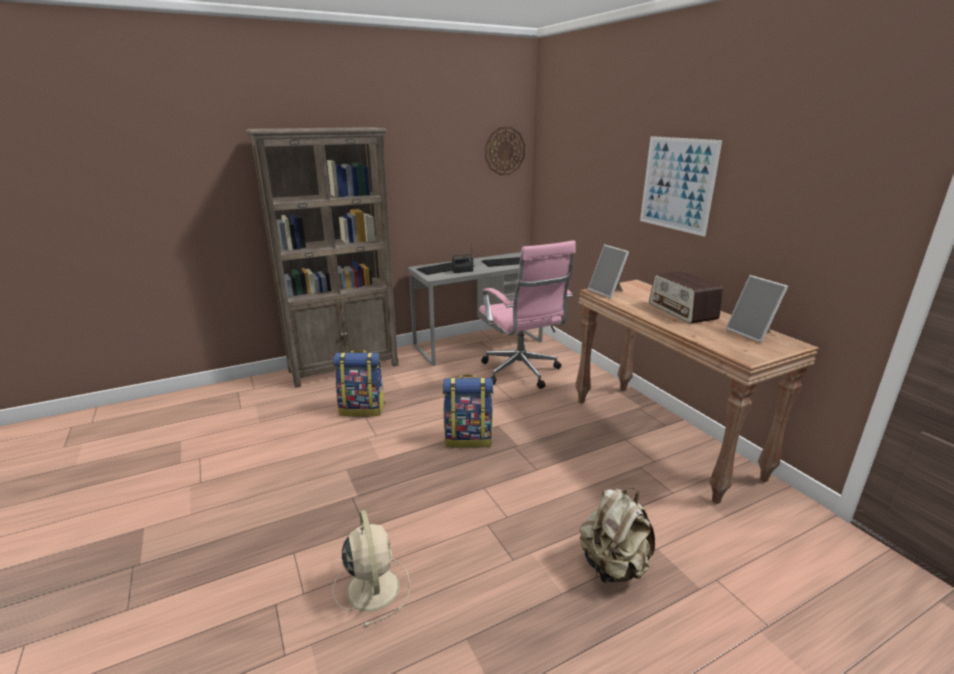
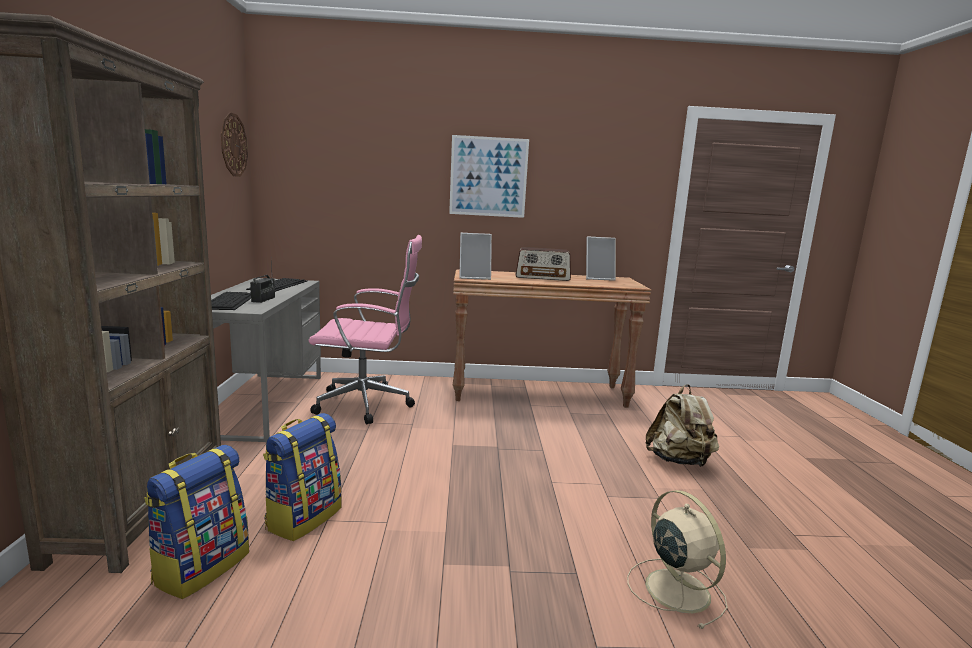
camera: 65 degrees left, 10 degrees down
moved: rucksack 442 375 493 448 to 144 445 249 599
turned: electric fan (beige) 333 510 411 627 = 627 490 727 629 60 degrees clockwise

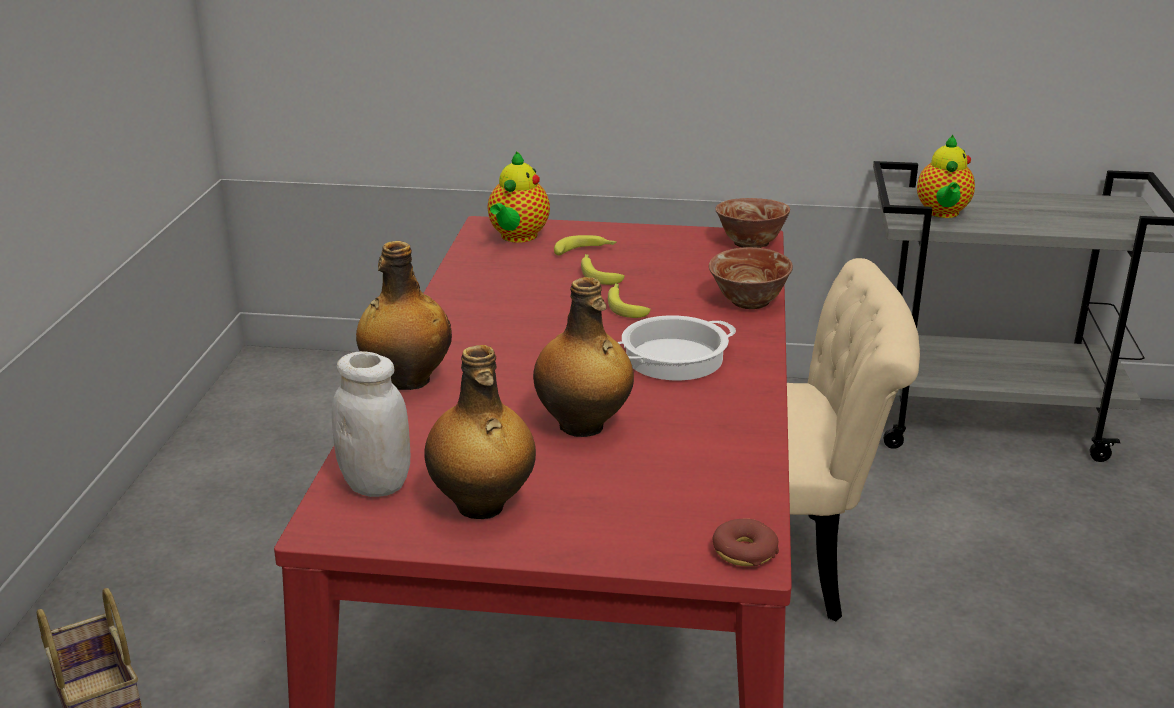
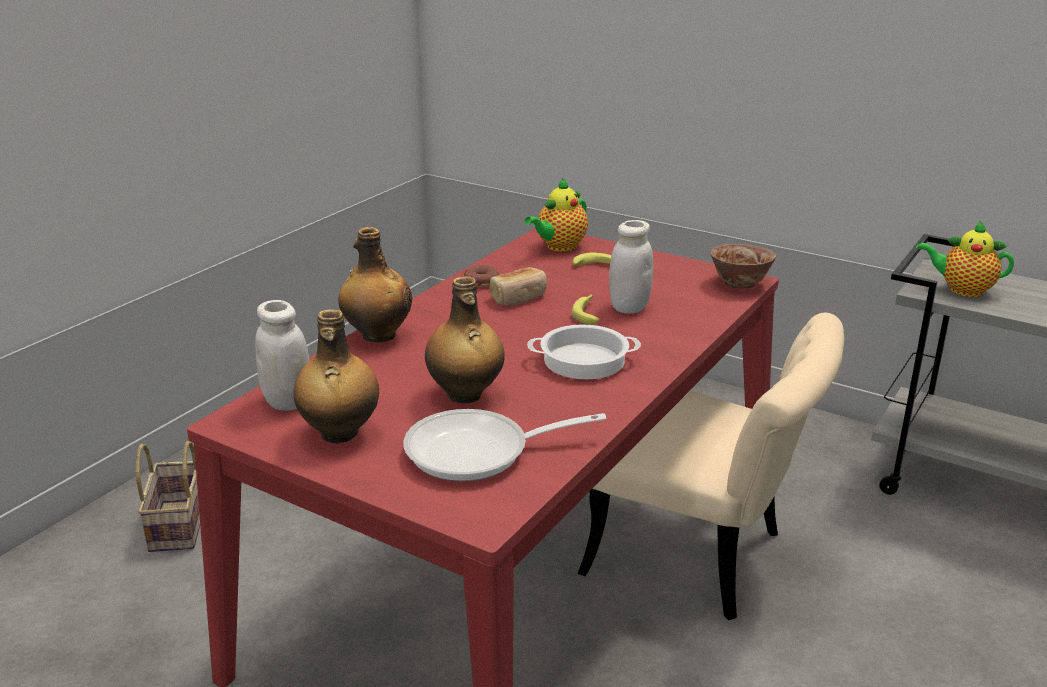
camera: 25 degrees right, 0 degrees up
removed: whole banana 581 254 625 285; bowl 709 247 793 309
added: frying pan 403 409 607 481; bread 489 267 547 306; jar (white) 609 220 653 314
moved: donut 712 519 779 566 to 464 265 499 287
turned: tea pot 917 135 975 218 = 916 220 1014 297 75 degrees clockwise

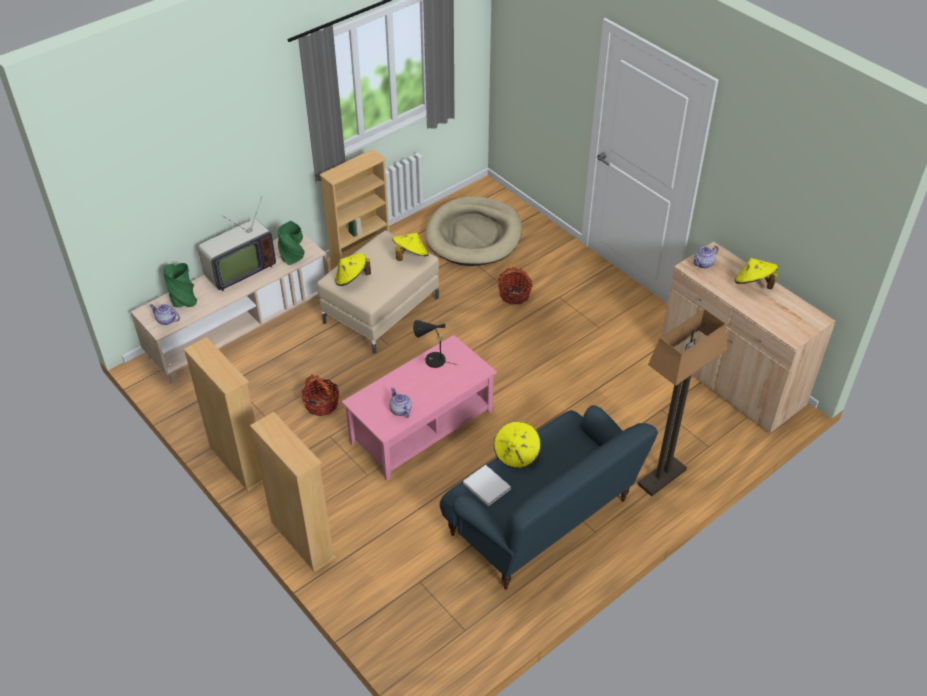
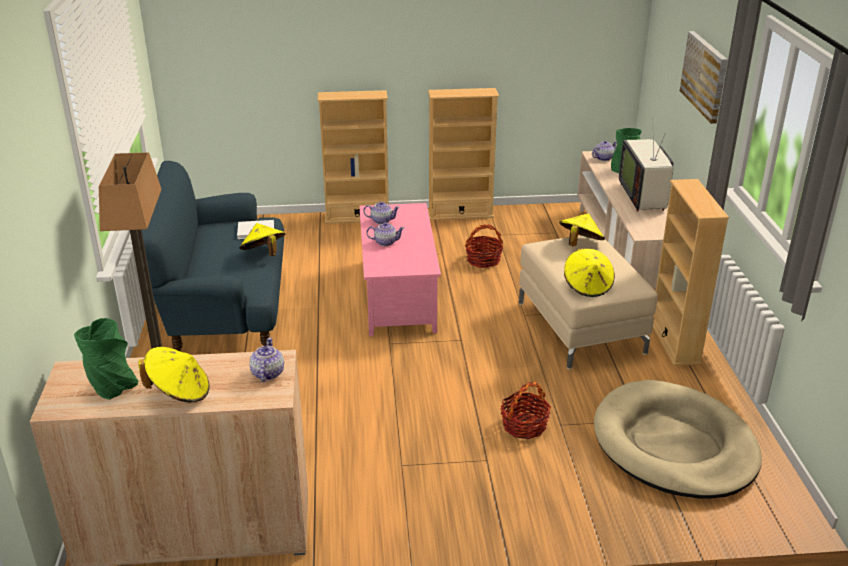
camera: 125 degrees right, 15 degrees down
removed: table lamp (black) 413 320 457 368
added: tea pot 366 222 404 246; wall art 680 31 728 124
moved: decorative vase (greenish) 277 221 305 266 to 74 318 139 400

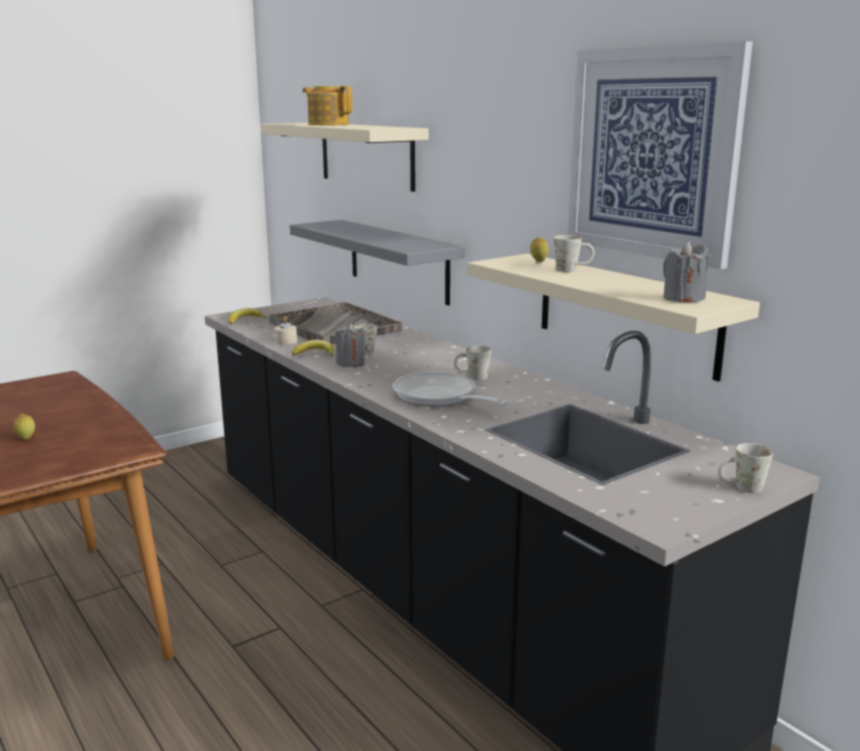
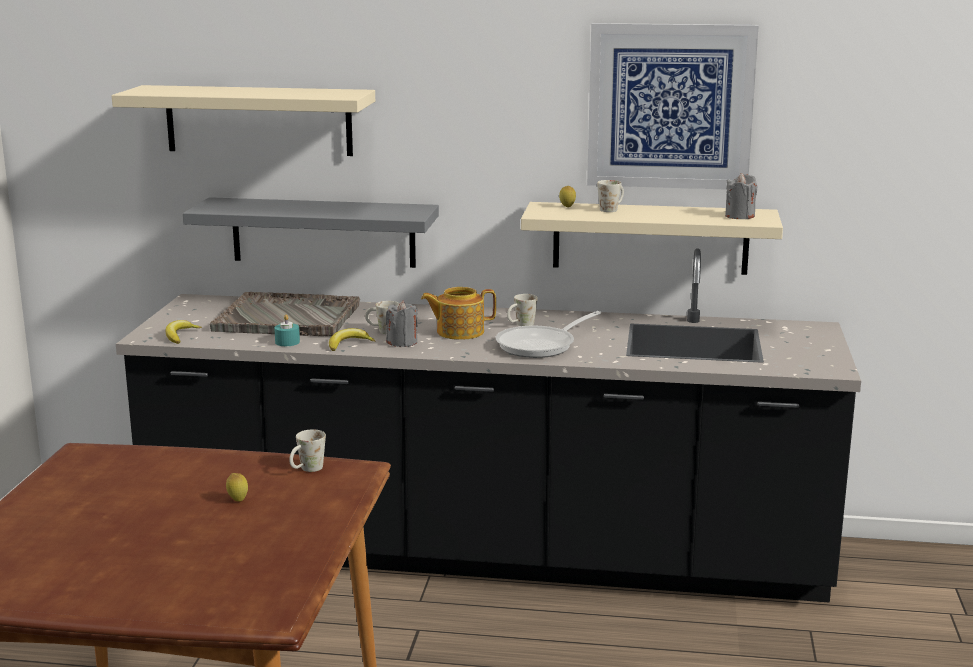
camera: 45 degrees left, 0 degrees up
moved: coffee mug (white) 718 443 773 493 to 289 429 326 472; tea pot 303 86 352 126 to 421 287 496 340
recoloured: candle (beige) 275 316 297 345 to candle (turquoise) 274 314 300 346
turned: frying pan 393 372 509 407 = 495 311 601 358 45 degrees counterclockwise

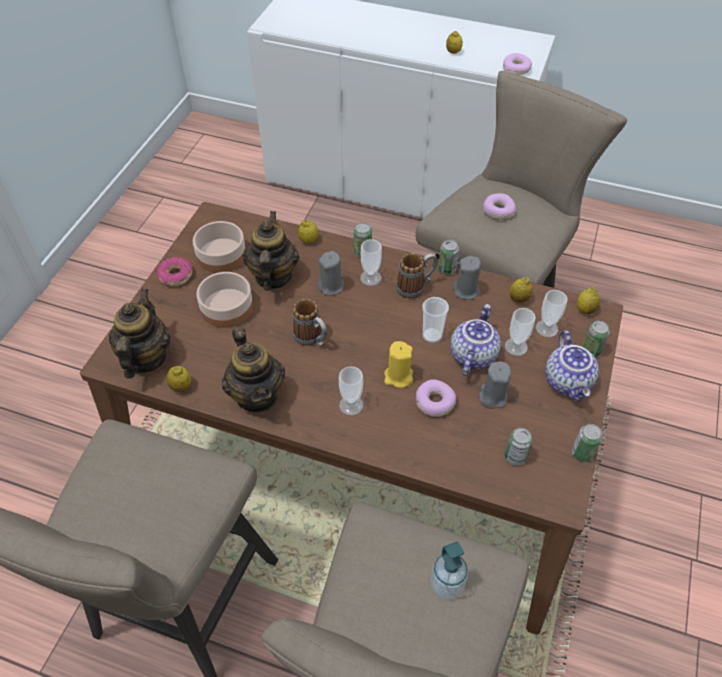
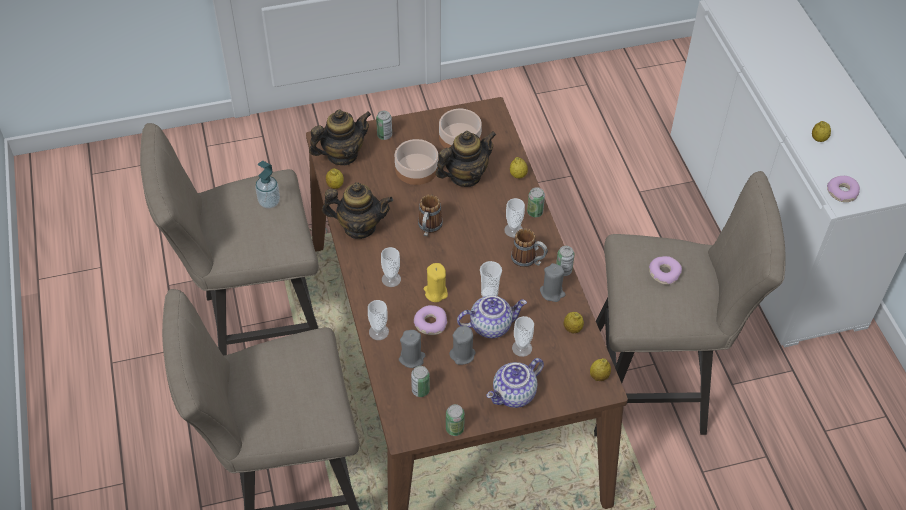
camera: 55 degrees right, 0 degrees up
removed: donut 157 257 192 286
moved: liquid soap bottle 430 542 468 600 to 255 161 280 208; cup 536 290 567 337 to 368 300 389 340; can 582 321 610 357 to 376 111 392 140; candle (greyish) 317 251 344 296 to 399 330 426 368
turned: tea pot 222 326 285 413 = 322 182 393 239 120 degrees counterclockwise

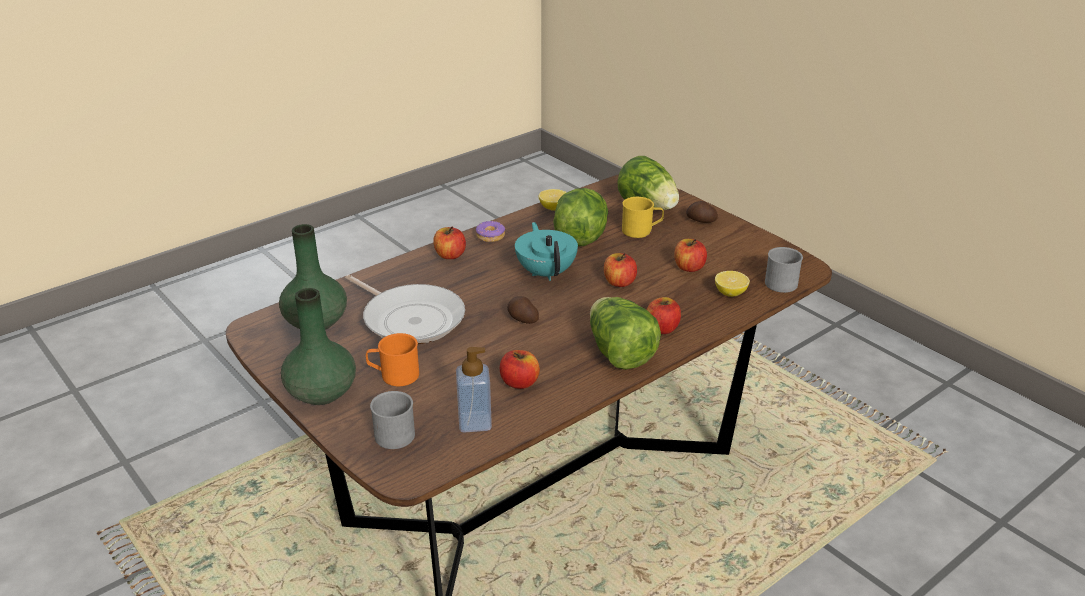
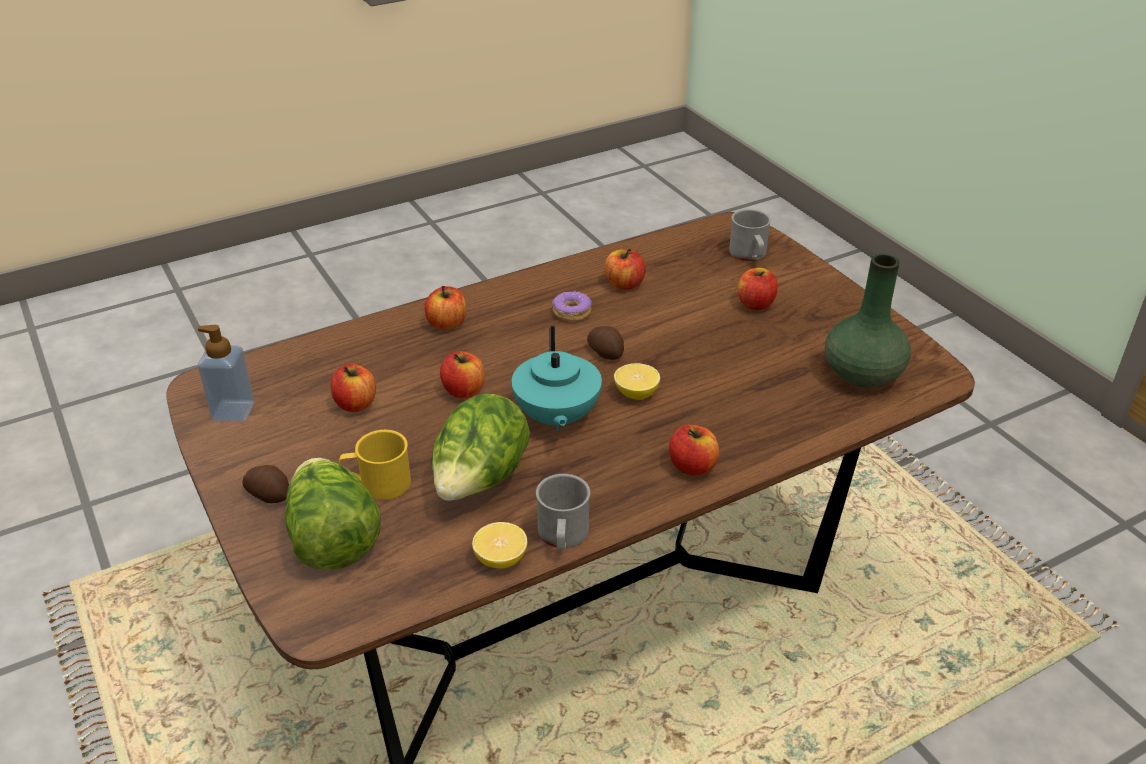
camera: 170 degrees left, 5 degrees up
removed: decorative vase (greenish) 281 288 356 405; frying pan 345 275 465 344; lettuce head 590 297 661 370
moved: liquid soap bottle 456 347 492 433 to 198 325 255 422; coffee mug (greyish) 765 247 803 293 to 536 474 590 550; donut 476 221 506 242 to 552 291 592 321; whole lemon 715 271 750 297 to 614 363 660 400
replaced: coffee mug (orange) 366 333 419 386 to apple fruit 738 268 778 310

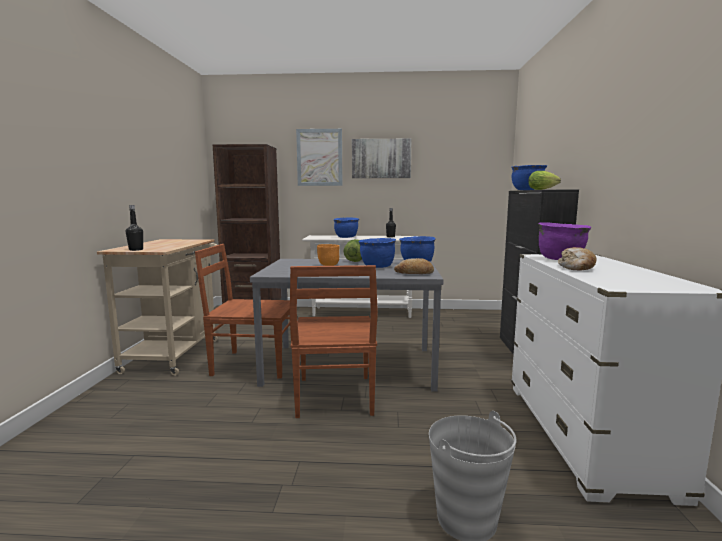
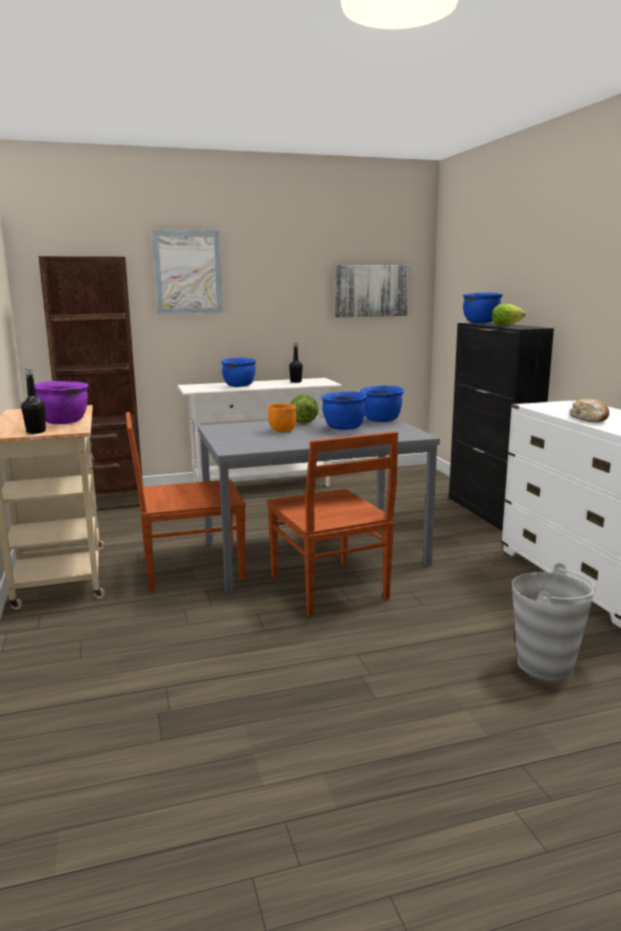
camera: 20 degrees left, 5 degrees up
removed: bread 394 258 434 274
moved: stockpot (purple-coloured) 538 222 591 260 to 34 381 88 424; wall art 352 139 412 178 to 335 265 409 317

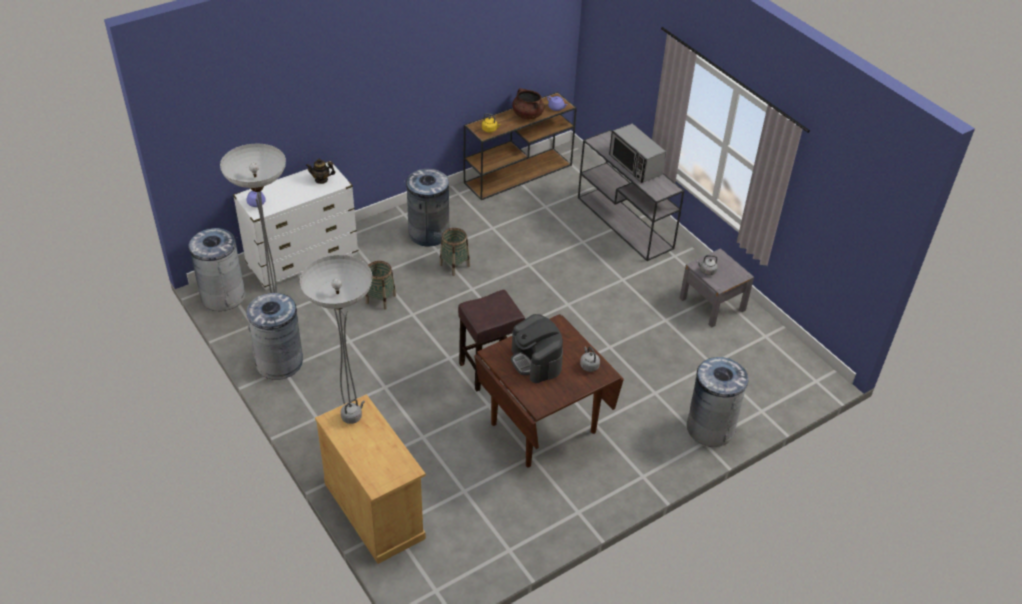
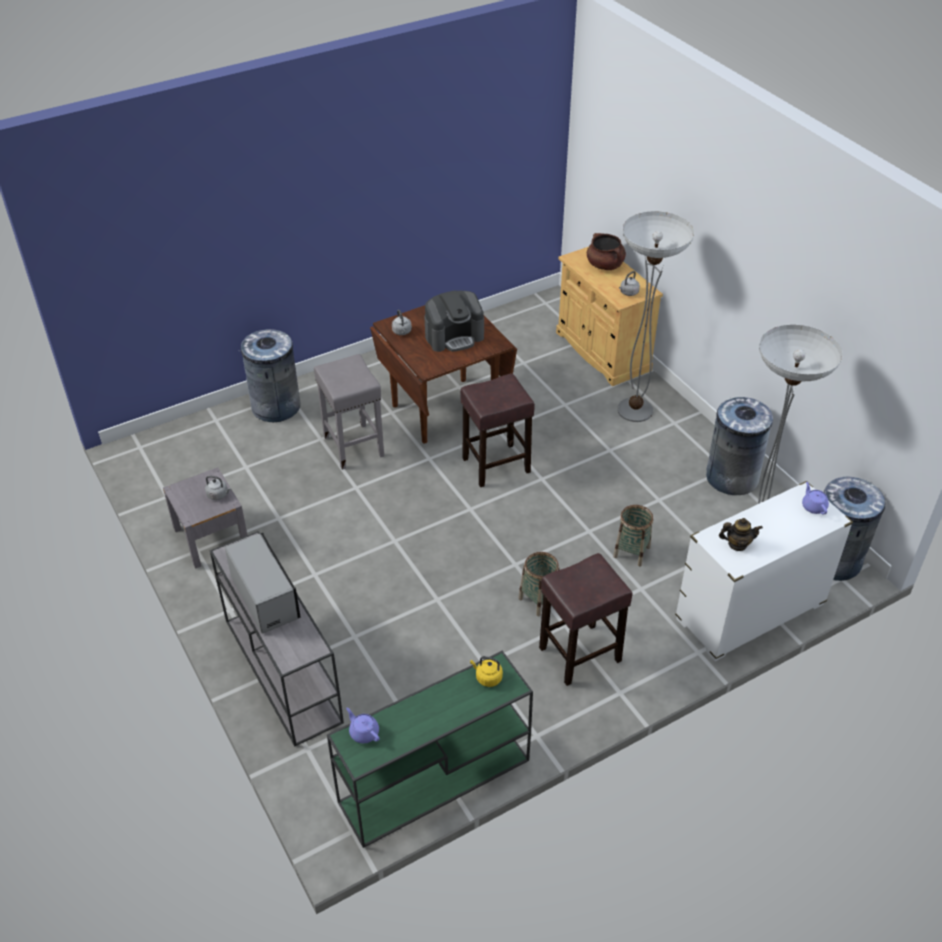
camera: 175 degrees left, 0 degrees up
added: stool seat (greyish) 314 354 384 470
moved: stockpot (brownish) 512 88 544 119 to 587 233 626 270
replaced: trash can (greyish) 404 169 449 247 to stool seat (brownish) 539 553 633 686
recoloured: narrow table (brownish) 464 92 577 200 to narrow table (greenish) 327 651 533 848
turned: coffee maker 511 314 563 383 = 425 290 484 352 90 degrees clockwise

